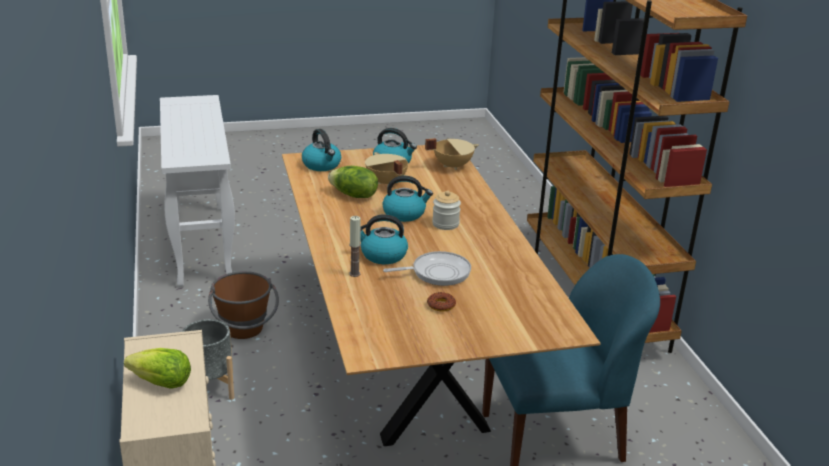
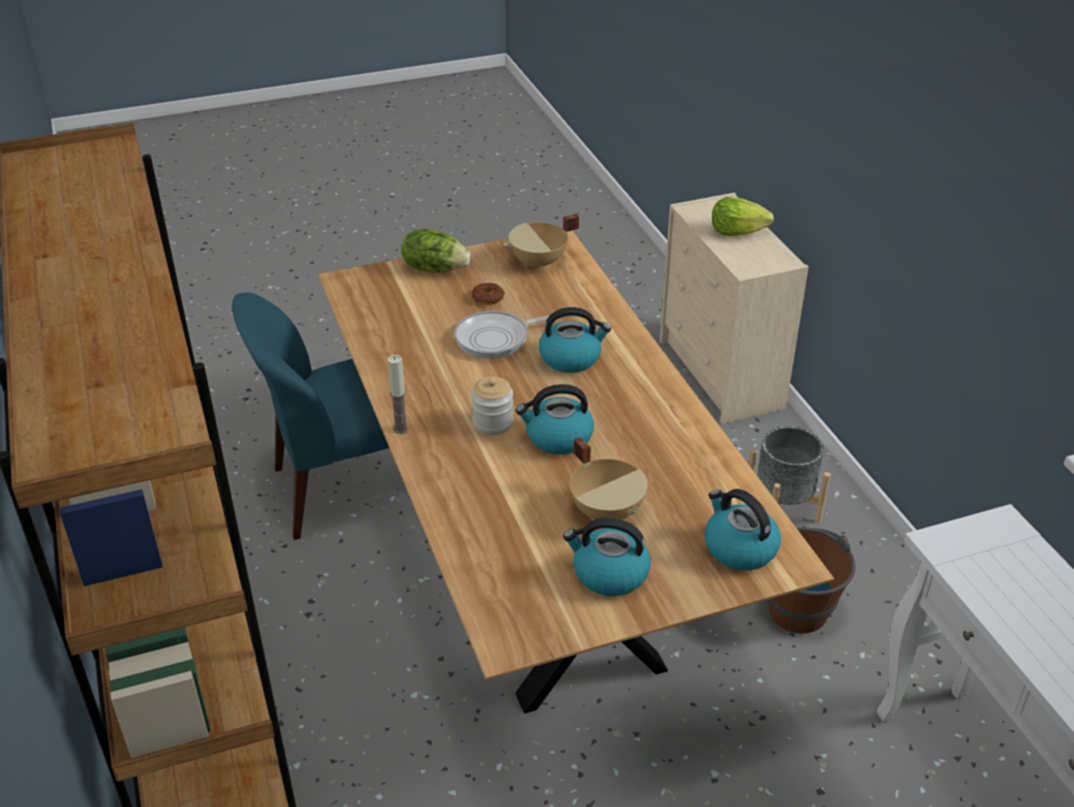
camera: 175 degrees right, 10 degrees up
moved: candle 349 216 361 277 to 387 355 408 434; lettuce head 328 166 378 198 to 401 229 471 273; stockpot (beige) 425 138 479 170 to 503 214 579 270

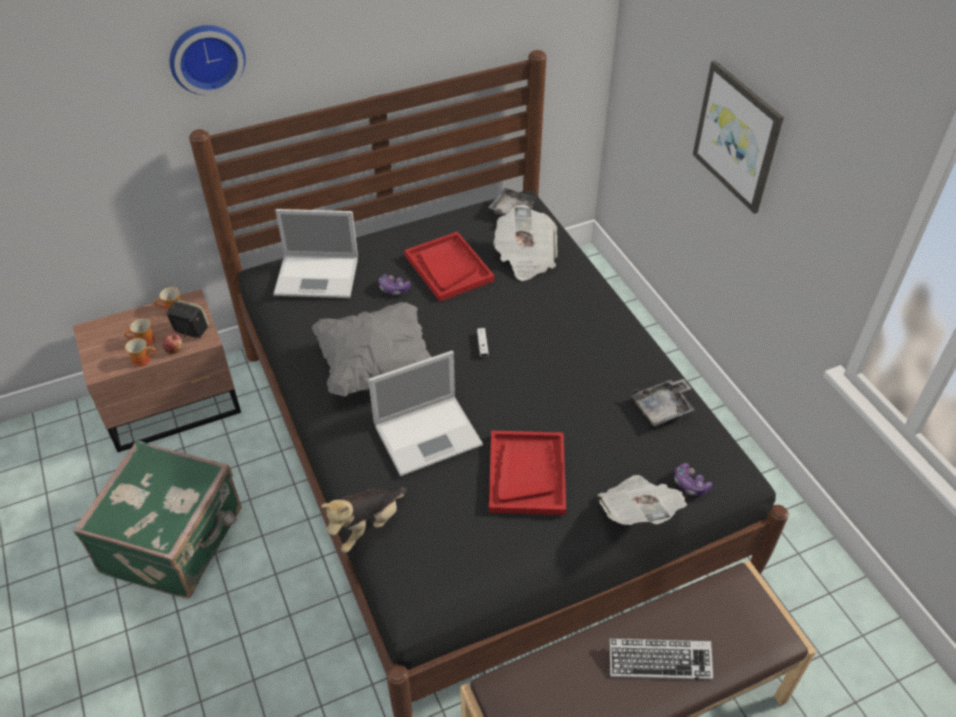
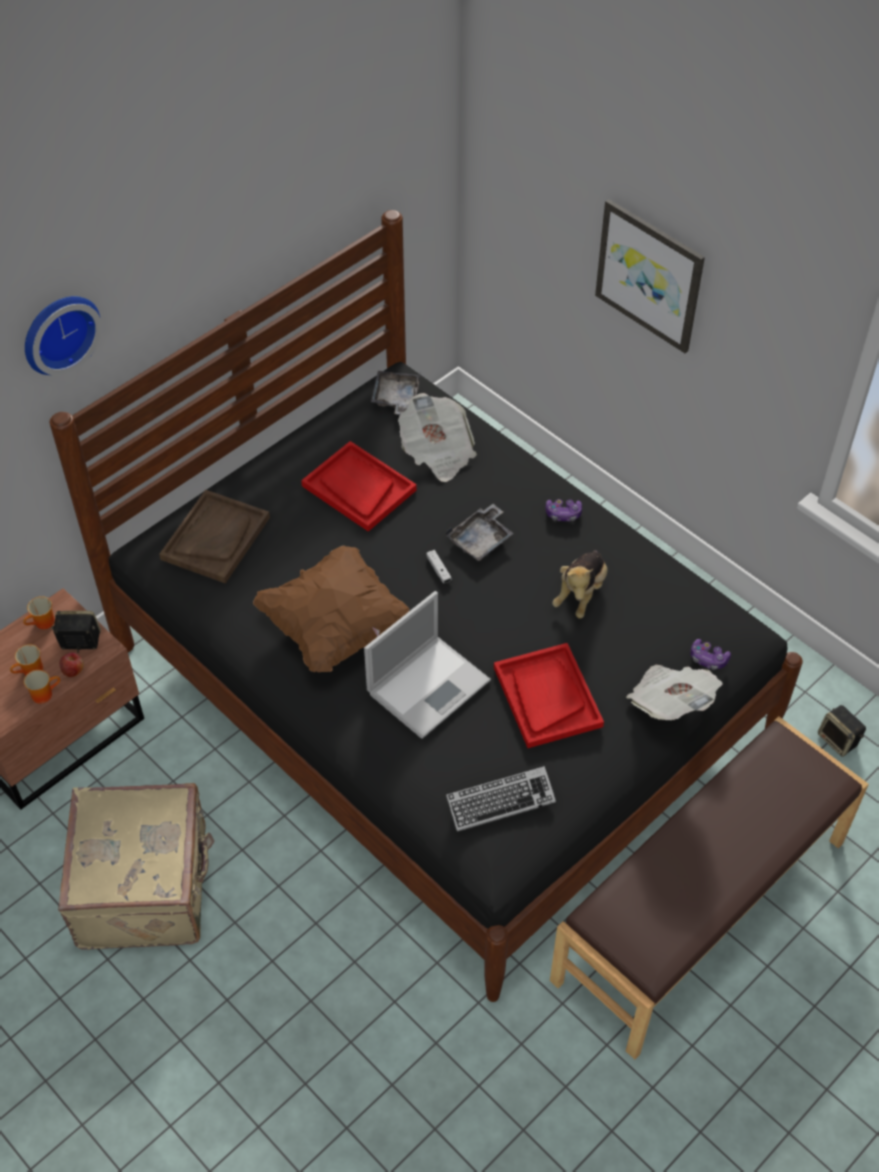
camera: 20 degrees left, 5 degrees up
added: loudspeaker 818 705 866 757
moved: carrying tray (greyish) 631 379 695 426 to 446 504 514 561; computer keyboard 609 638 713 680 to 446 766 556 832; joypad 378 274 411 295 to 546 499 582 521; plush toy 321 487 406 553 to 552 550 608 618
replaced: portable computer 273 209 358 298 to carrying tray (brownish) 159 490 270 584
recoloured: travel case (greenish) 73 440 242 599 to travel case (beige) 58 783 214 950; cushion (greyish) 312 302 431 396 to cushion (brownish) 253 545 410 673

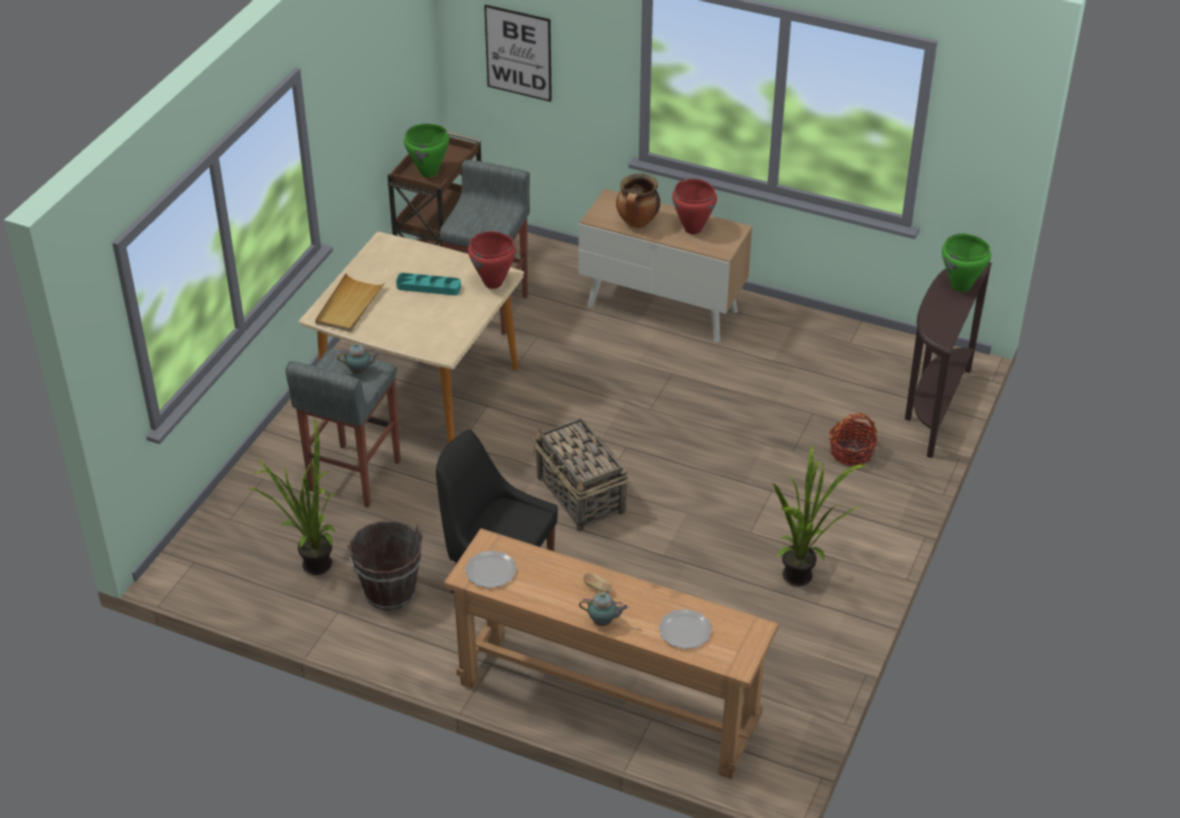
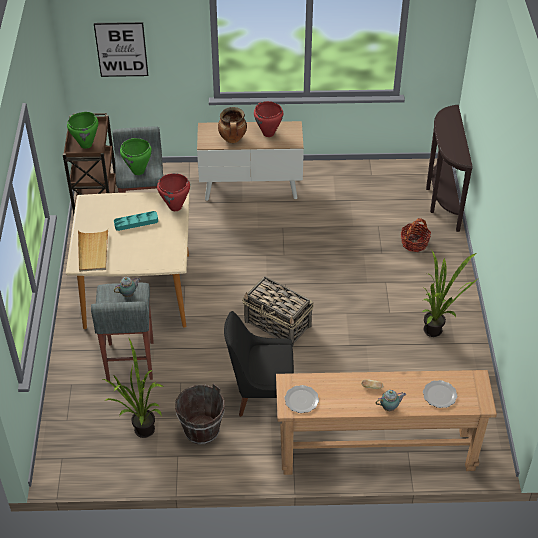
camera: 25 degrees left, 5 degrees up
moved: stockpot (greenish) 942 234 991 292 to 120 138 152 175

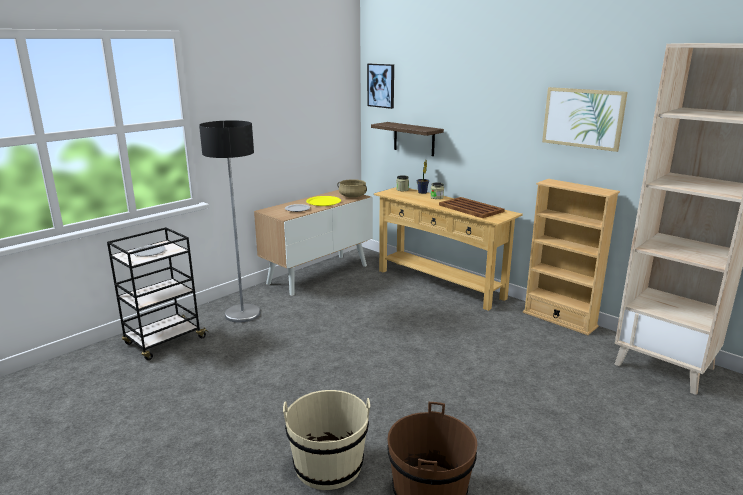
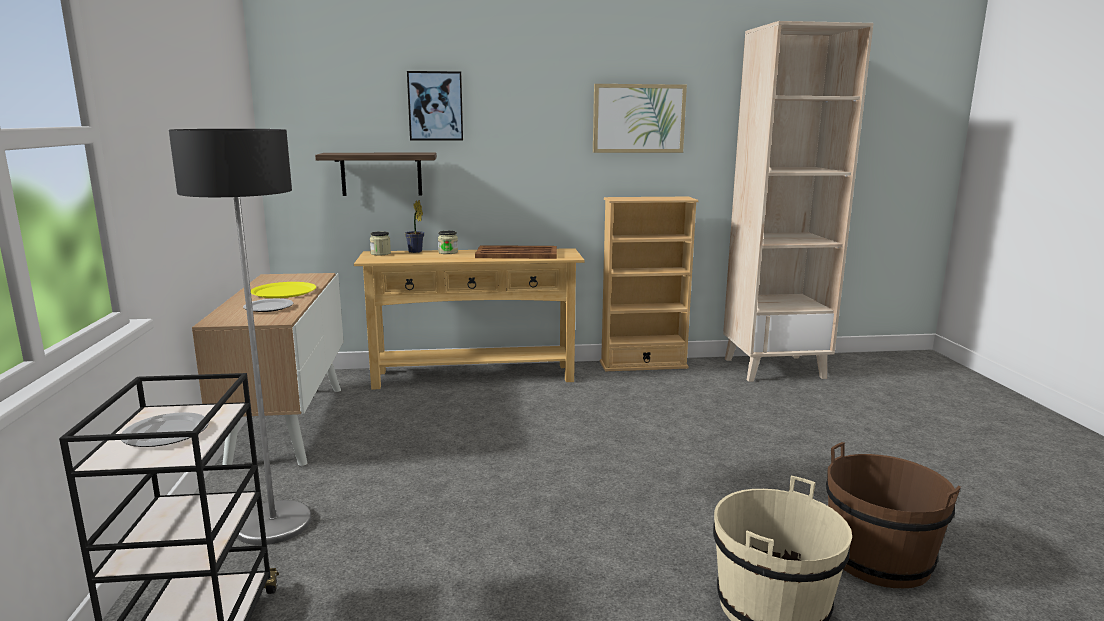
camera: 50 degrees left, 5 degrees down
removed: stockpot (beige) 337 179 367 198
moved: wall art 367 64 394 109 to 407 71 463 141

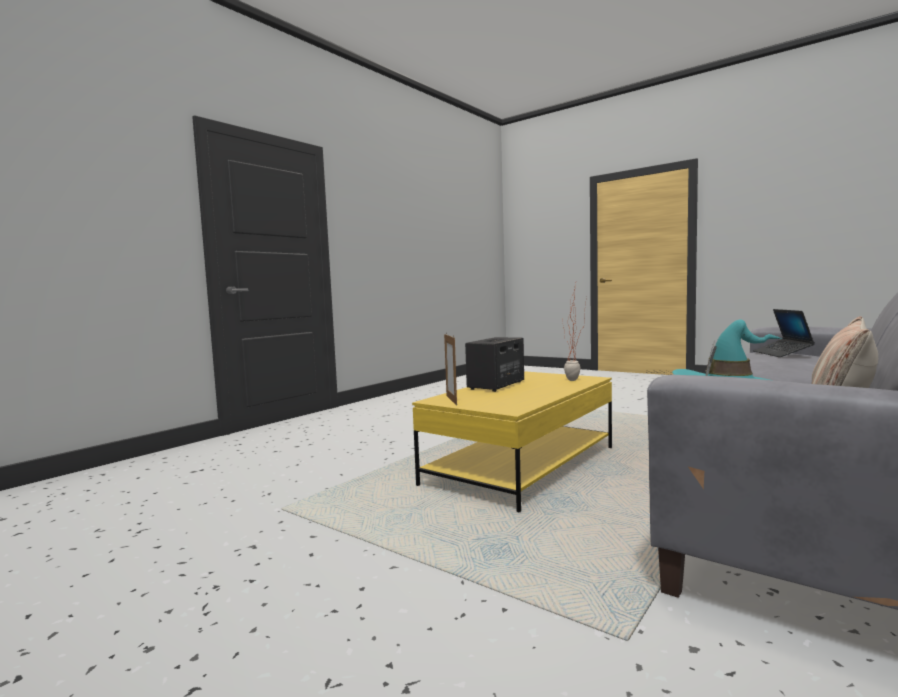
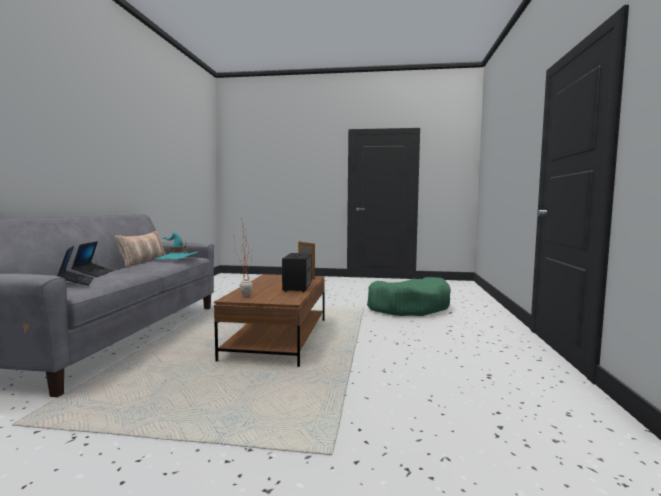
camera: 150 degrees right, 0 degrees up
added: portable computer 71 241 113 277; dog bed (greenish) 367 277 451 316
recoloured: lounge table (yellowish) 412 371 612 513 to lounge table (brownish) 214 274 325 367

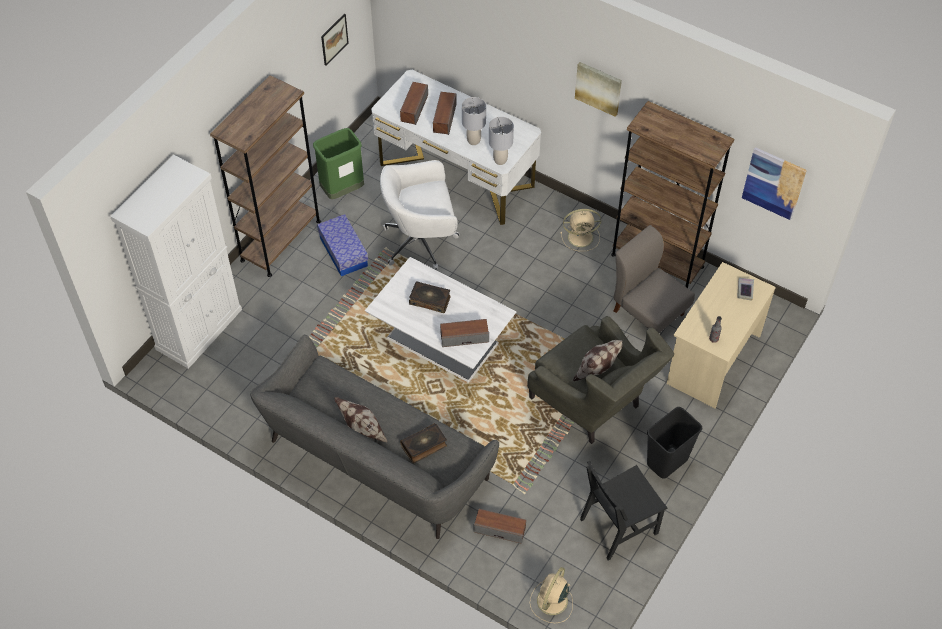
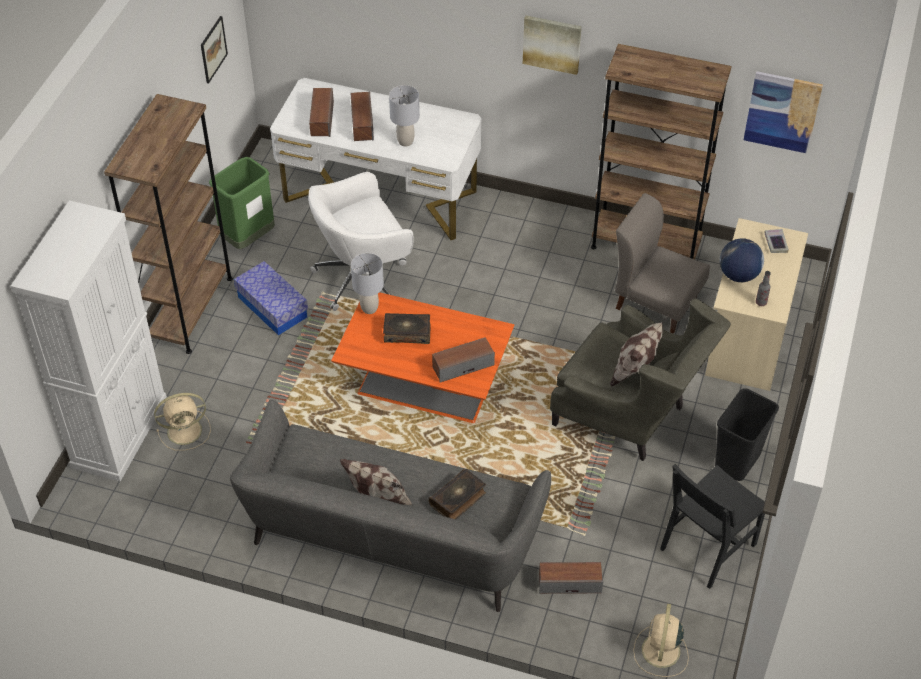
camera: 15 degrees left, 5 degrees down
added: world globe 720 238 764 282
moved: electric fan (beige) 560 209 601 251 to 154 393 211 451; table lamp (greyish) 489 117 514 165 to 351 253 384 314
recoloured: lounge table (white) 365 257 517 383 to lounge table (orange) 331 292 515 423

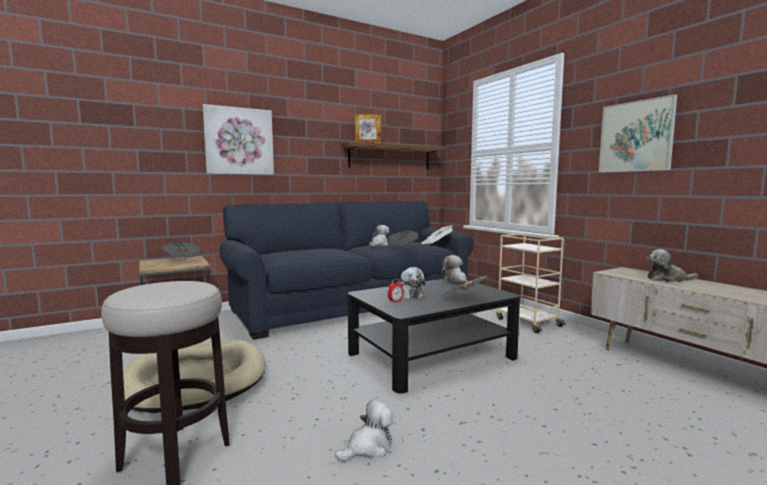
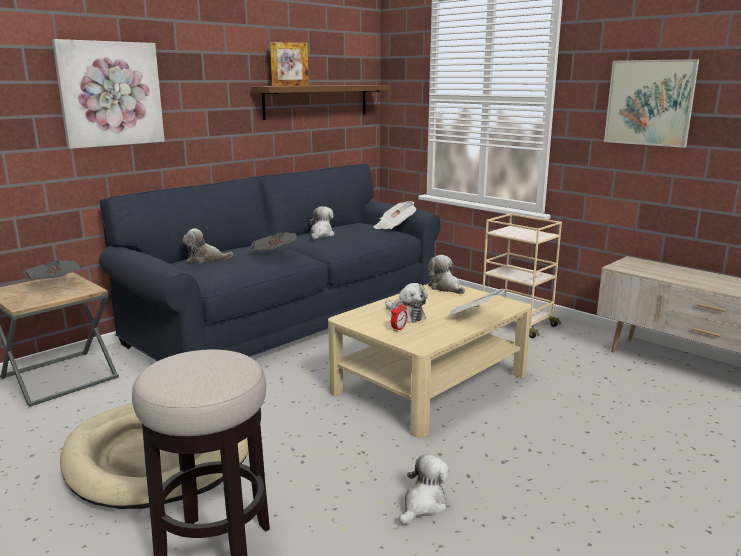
camera: 15 degrees left, 10 degrees up
moved: plush toy 647 249 698 282 to 183 228 233 263; daily paper 387 230 418 245 to 251 232 297 250
recoloured: lounge table (black) 347 279 520 393 to lounge table (beige) 328 284 532 437

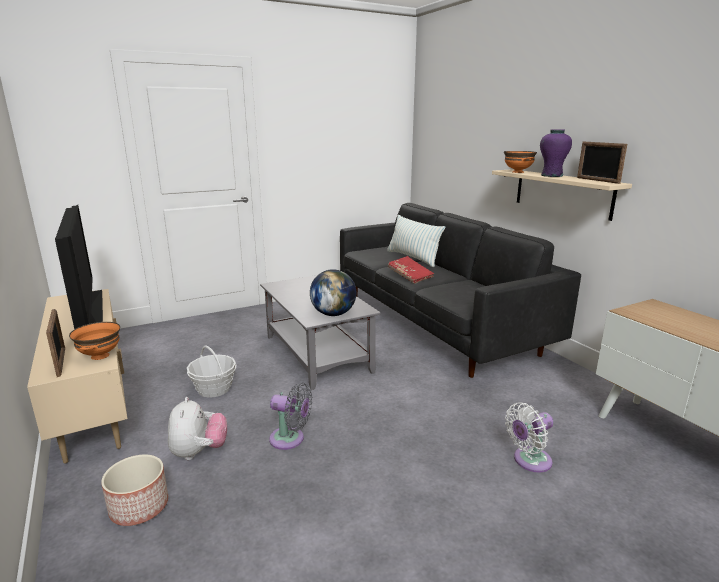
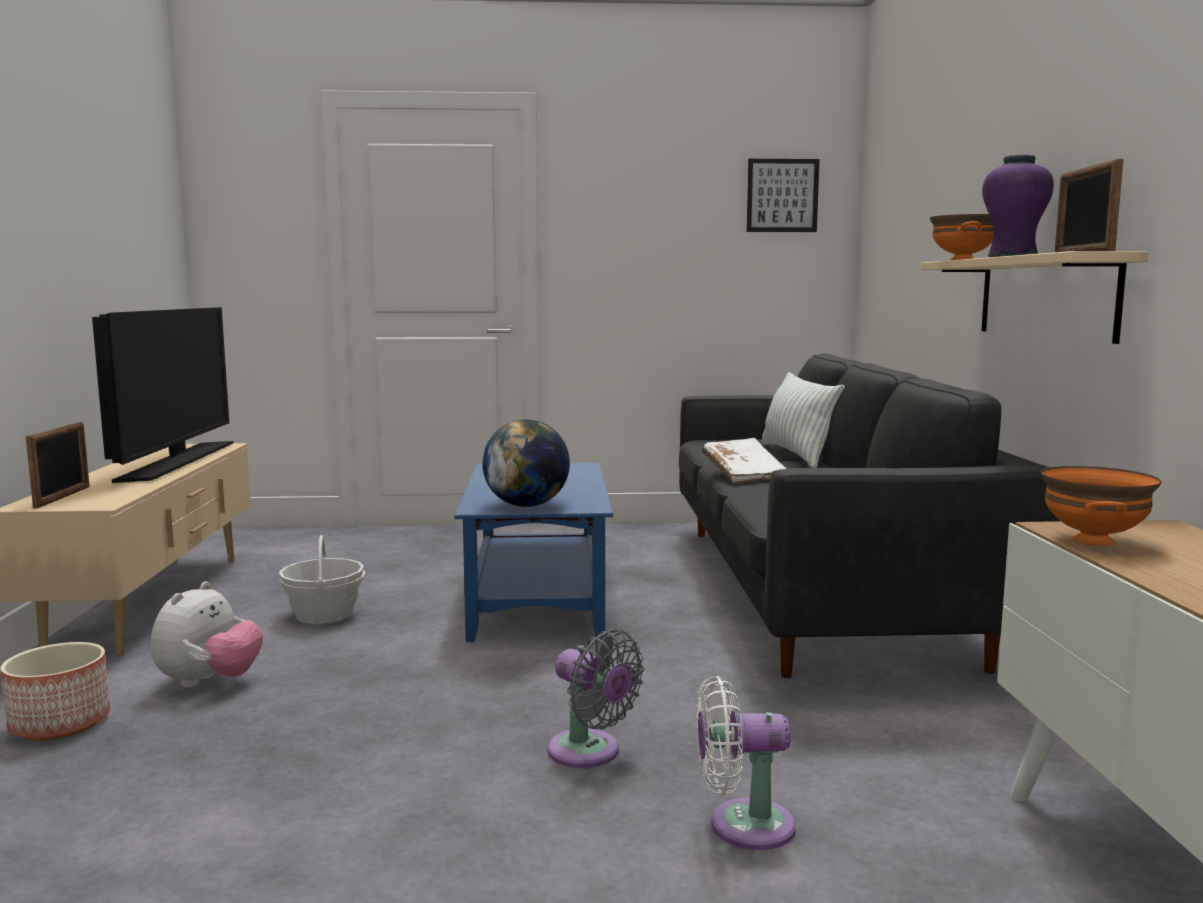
camera: 25 degrees right, 10 degrees down
added: wall art 747 159 820 232
moved: electric fan (greyish) 269 383 312 450 to 547 629 644 768; bowl (orange) 69 322 120 360 to 1041 466 1161 546
recoloured: lounge table (greyish) 260 275 381 390 to lounge table (blue) 454 463 613 642; volume (red-coloured) 387 256 434 284 to volume (white) 702 438 787 484

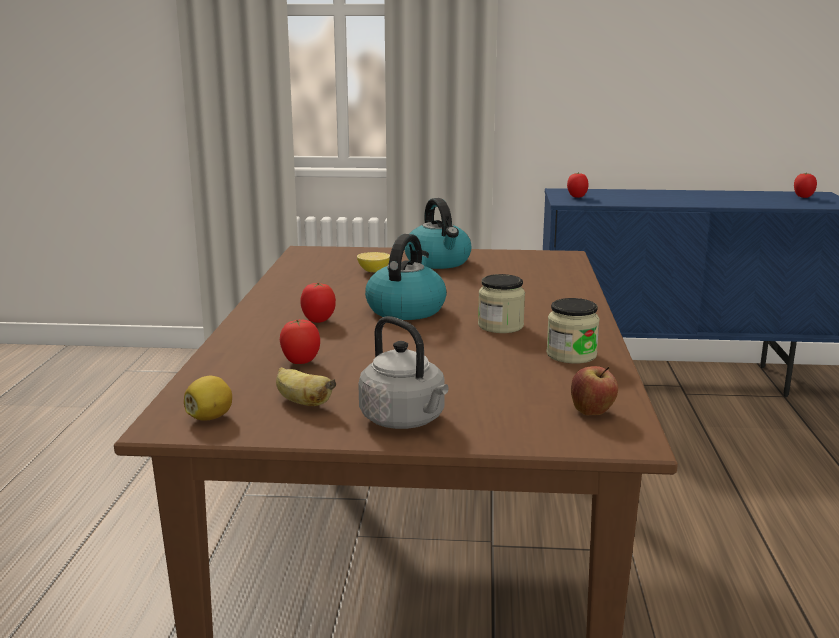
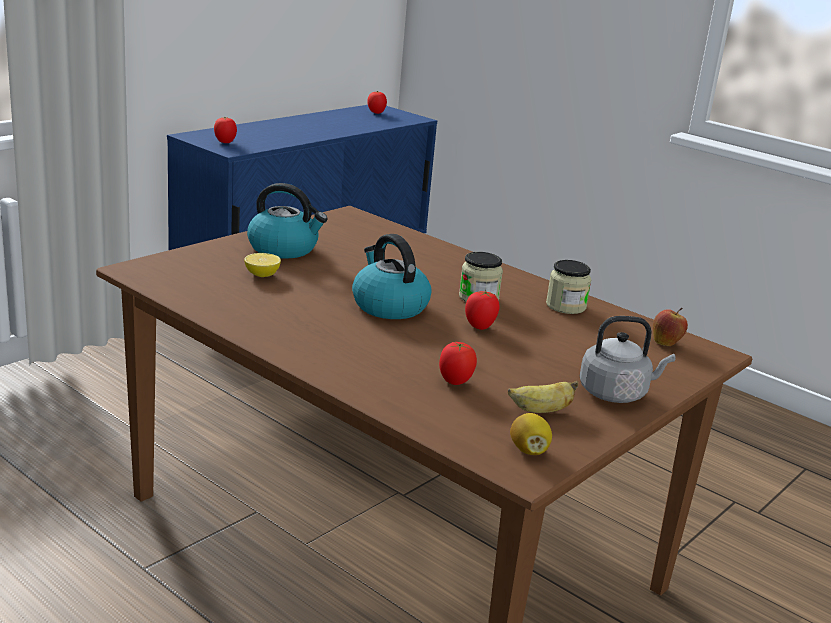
camera: 55 degrees left, 5 degrees up
moved: whole tomato 300 283 336 323 to 465 291 499 330

